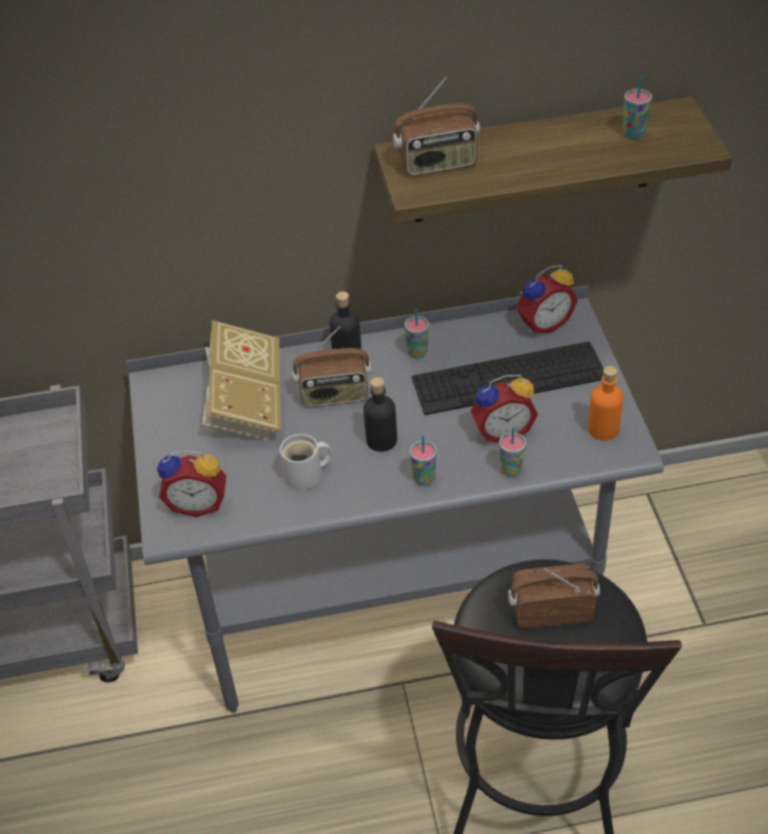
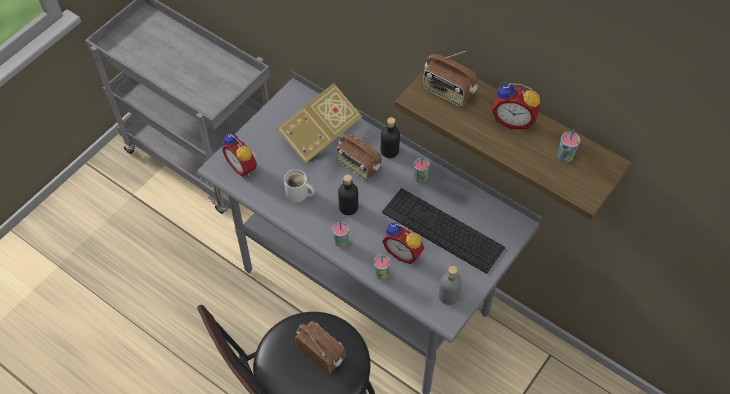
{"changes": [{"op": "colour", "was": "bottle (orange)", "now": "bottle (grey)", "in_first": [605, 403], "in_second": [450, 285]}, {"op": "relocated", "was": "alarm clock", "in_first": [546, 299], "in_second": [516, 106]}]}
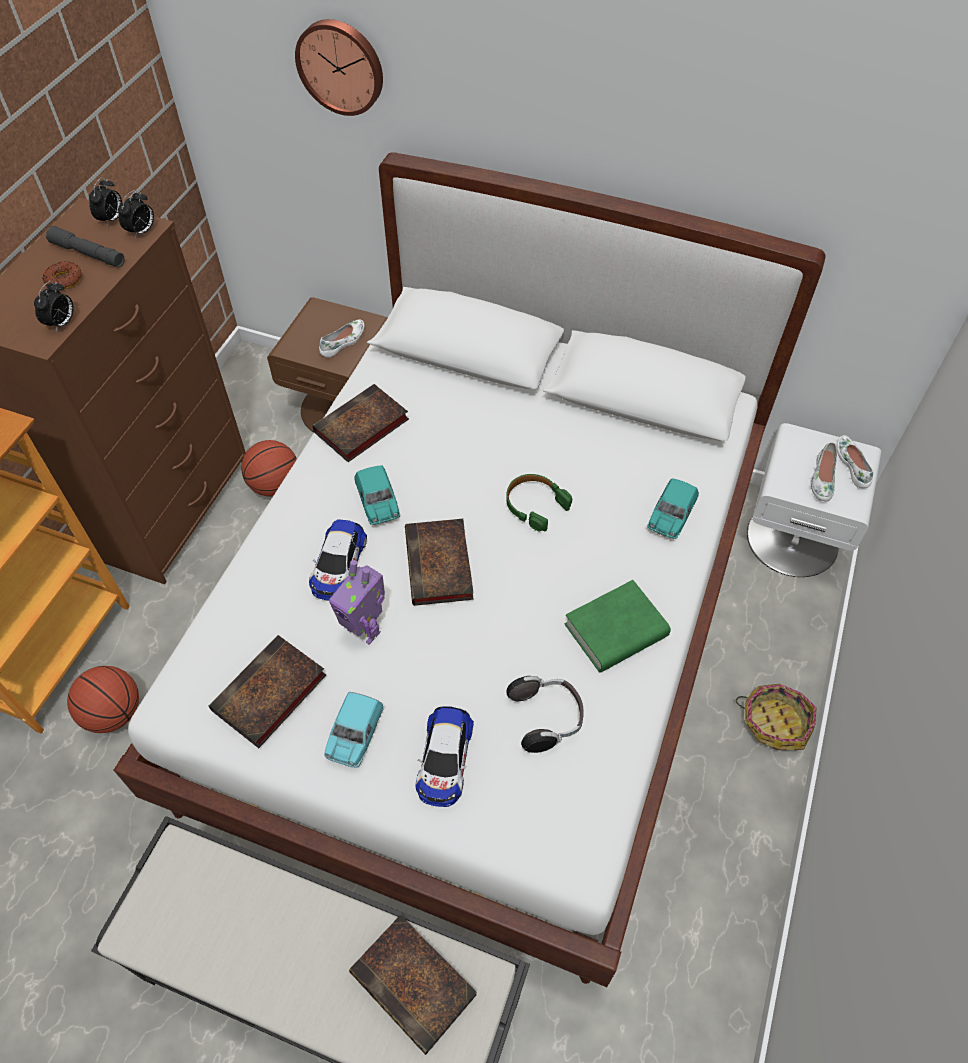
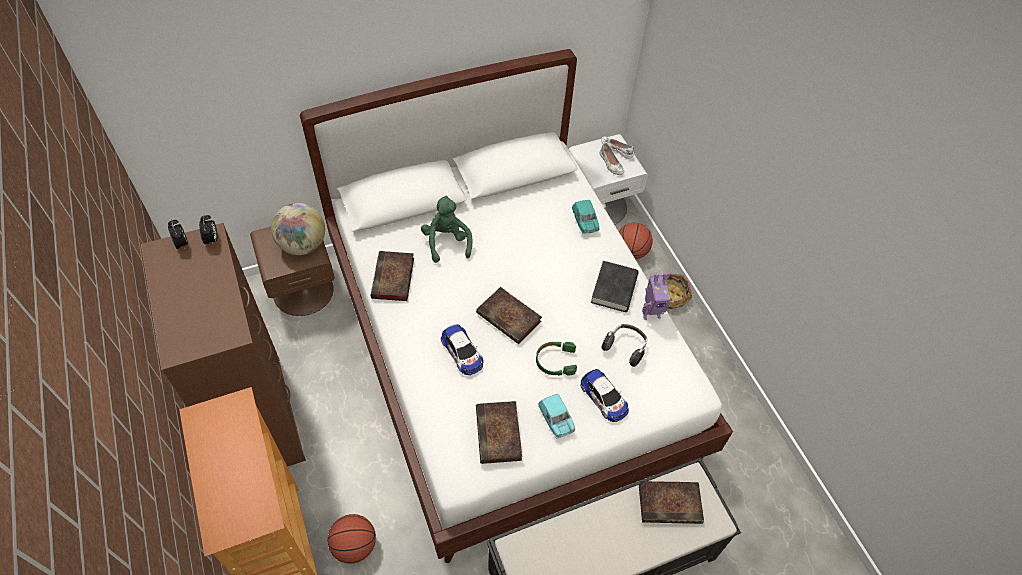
{"changes": [{"op": "exchanged", "was": "shoe (white)", "now": "globe", "in_first": [342, 338], "in_second": [298, 229]}, {"op": "appeared", "now": "plush toy (green)", "in_second": [447, 229]}, {"op": "relocated", "was": "headphones (green)", "in_first": [539, 502], "in_second": [556, 359]}, {"op": "colour", "was": "book (green)", "now": "book (black)", "in_first": [618, 626], "in_second": [615, 286]}, {"op": "relocated", "was": "basketball", "in_first": [269, 468], "in_second": [636, 241]}, {"op": "relocated", "was": "toy robot", "in_first": [357, 602], "in_second": [656, 296]}, {"op": "missing", "was": "alarm clock", "in_first": [54, 306]}, {"op": "missing", "was": "donut", "in_first": [62, 275]}, {"op": "missing", "was": "flashlight (grey)", "in_first": [85, 246]}, {"op": "missing", "was": "wall clock", "in_first": [339, 67]}, {"op": "missing", "was": "toy car (turquoise)", "in_first": [377, 495]}]}
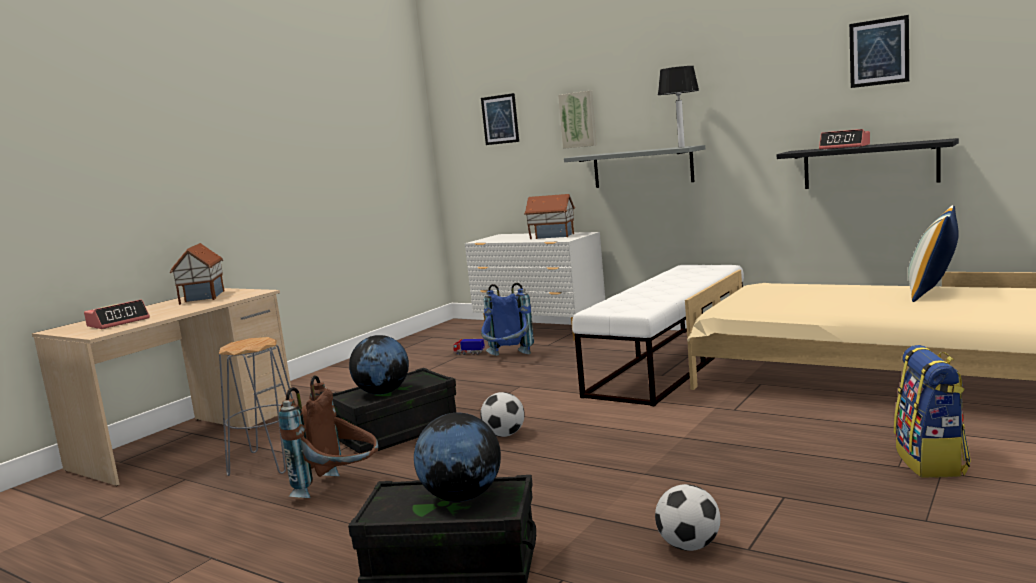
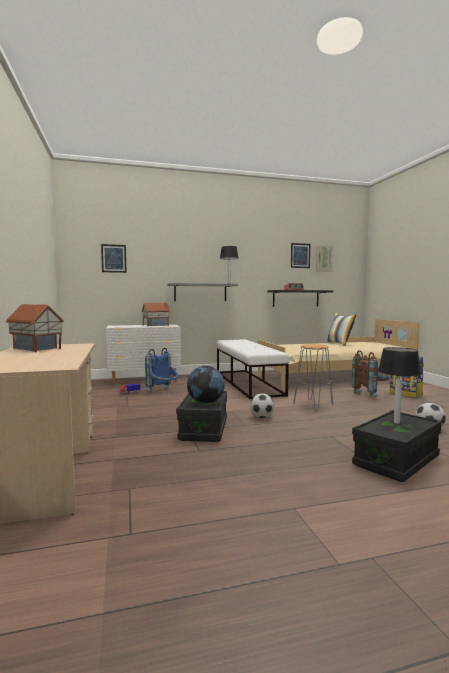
{"changes": [{"op": "relocated", "was": "stool (grey)", "in_first": [256, 406], "in_second": [313, 377]}, {"op": "relocated", "was": "picture", "in_first": [577, 120], "in_second": [324, 258]}, {"op": "relocated", "was": "backpack (brown)", "in_first": [329, 436], "in_second": [370, 373]}, {"op": "exchanged", "was": "globe", "now": "table lamp", "in_first": [457, 457], "in_second": [399, 385]}, {"op": "missing", "was": "alarm clock", "in_first": [117, 314]}]}
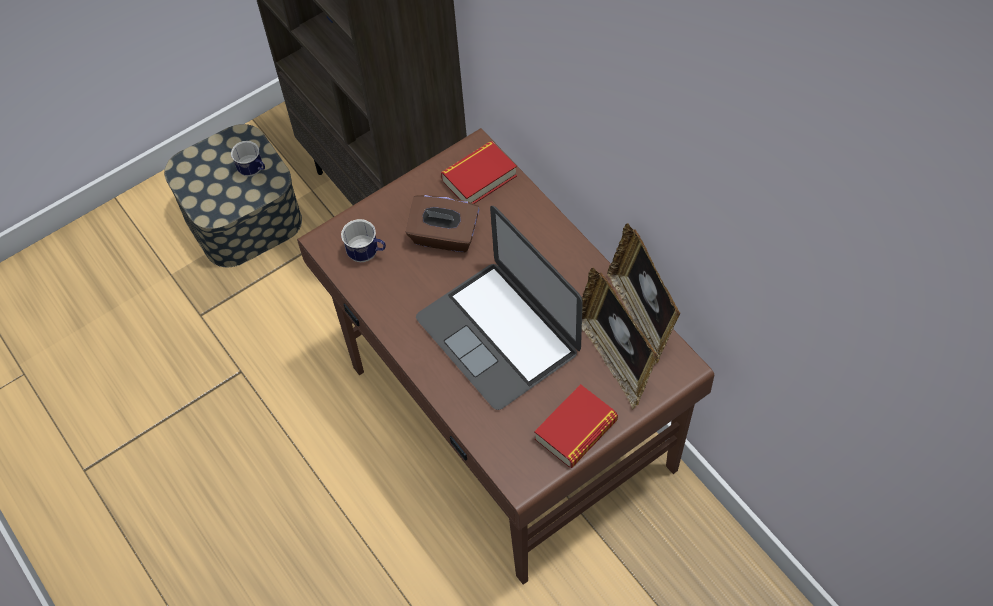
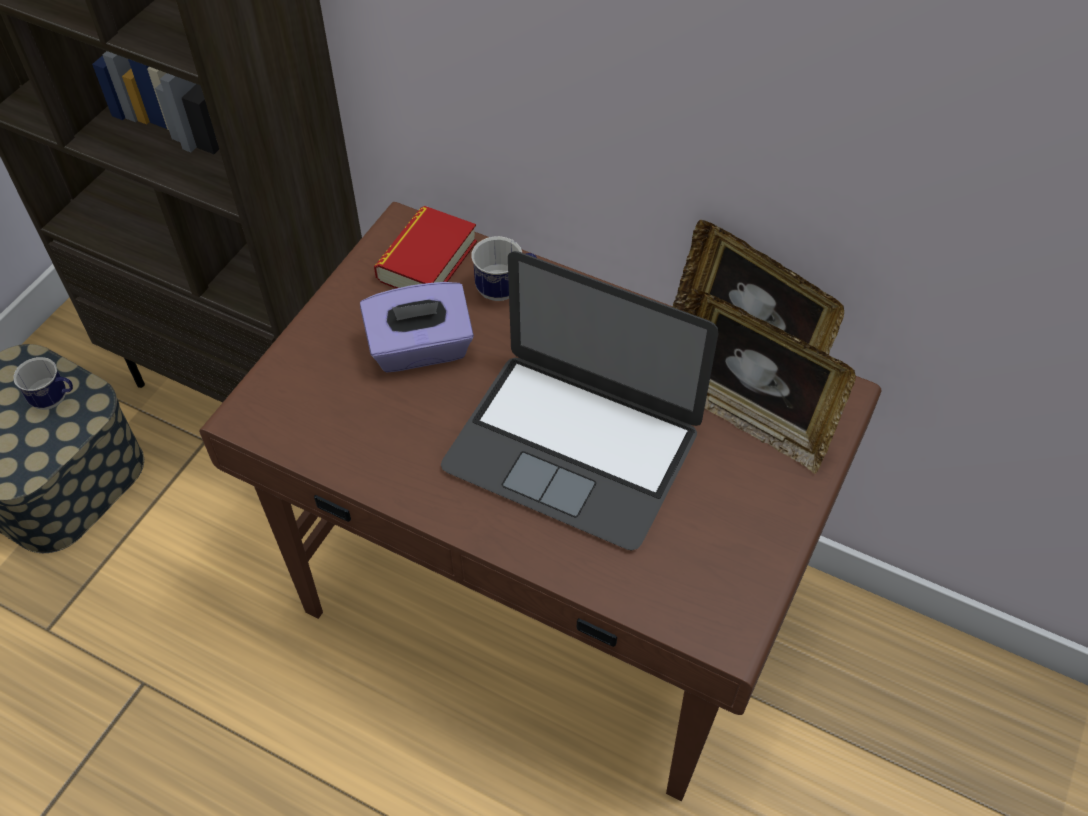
{"changes": [{"op": "colour", "was": "tissue box (brown)", "now": "tissue box (purple)", "in_first": [443, 223], "in_second": [417, 327]}, {"op": "relocated", "was": "mug", "in_first": [363, 240], "in_second": [504, 268]}, {"op": "missing", "was": "book", "in_first": [576, 426]}]}
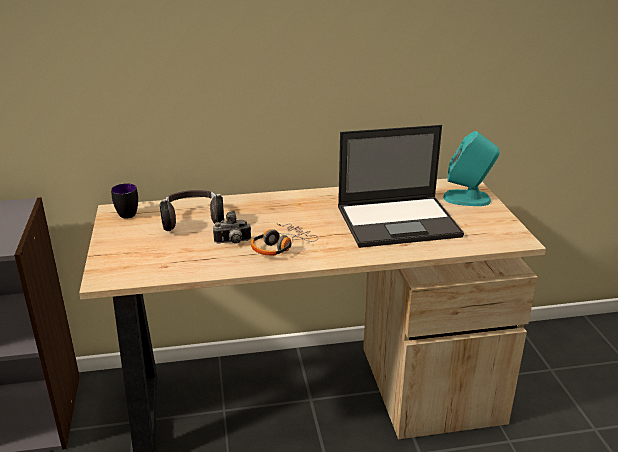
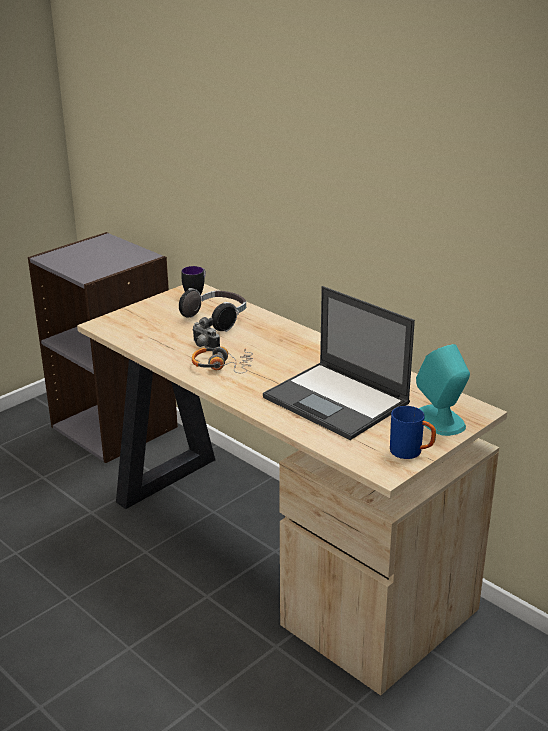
{"changes": [{"op": "appeared", "now": "mug (blue)", "in_second": [413, 432]}]}
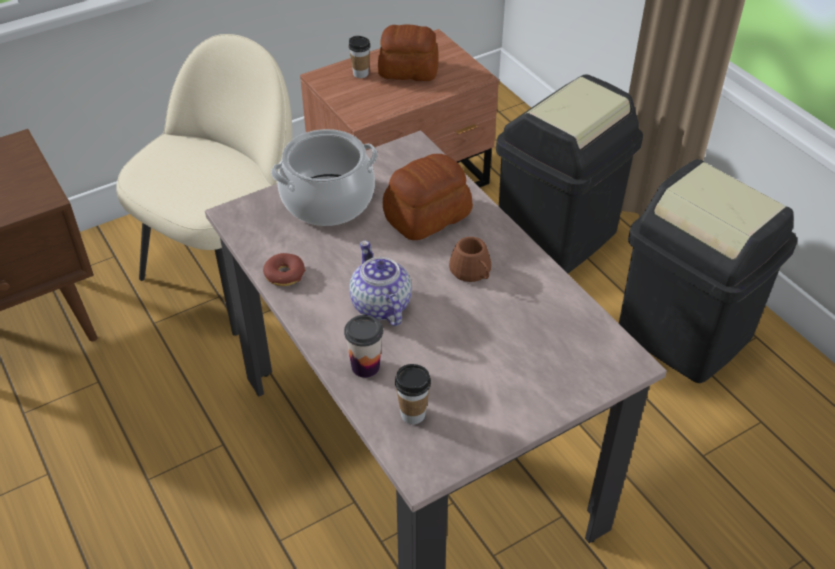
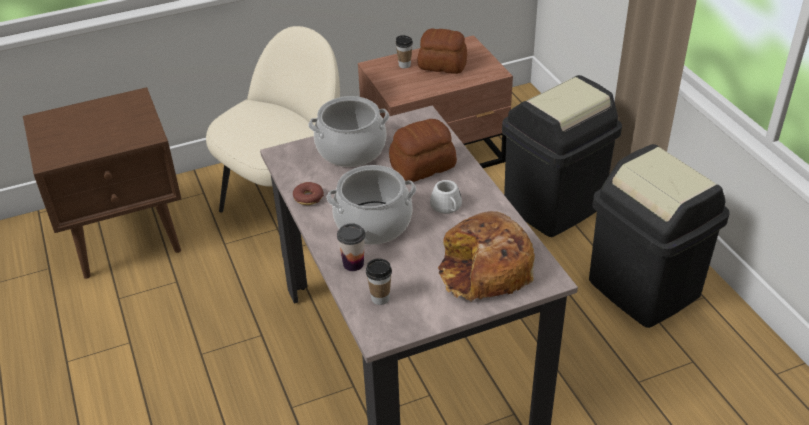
{"changes": [{"op": "exchanged", "was": "teapot", "now": "cooking pot", "in_first": [380, 283], "in_second": [371, 205]}, {"op": "colour", "was": "mug (brown)", "now": "mug (white)", "in_first": [470, 259], "in_second": [446, 197]}, {"op": "appeared", "now": "bread", "in_second": [486, 256]}]}
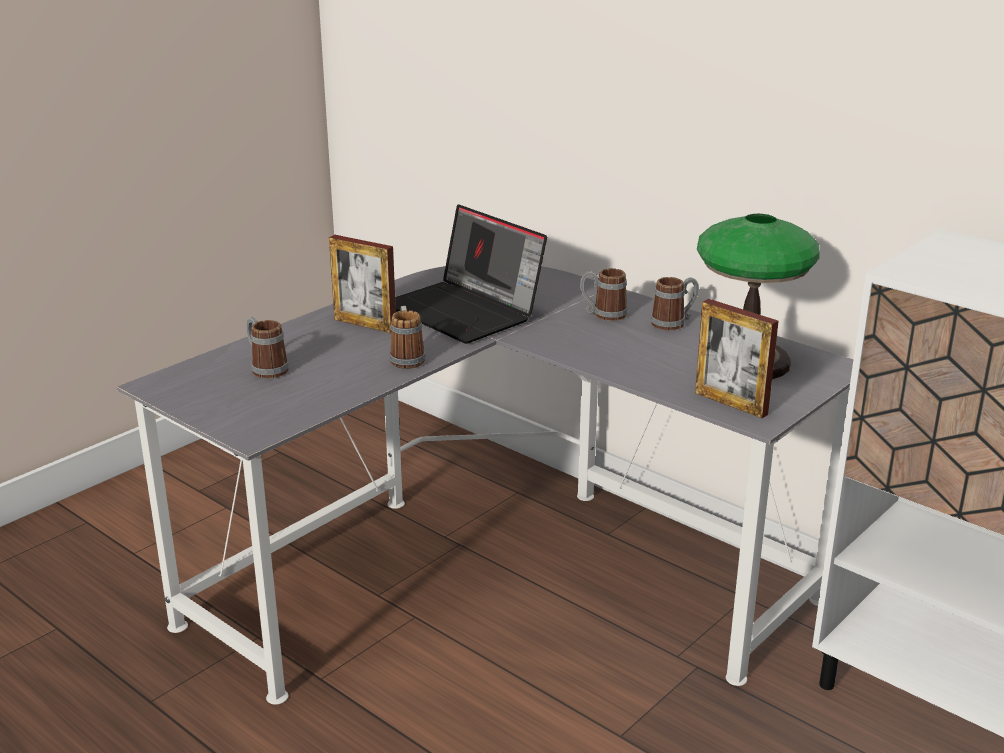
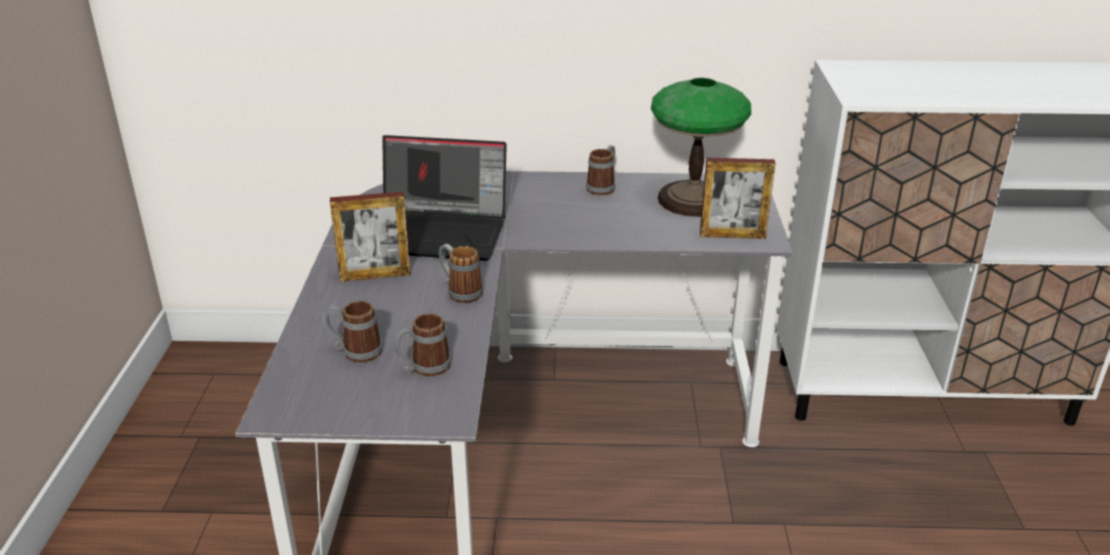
{"changes": [{"op": "relocated", "was": "mug", "in_first": [604, 294], "in_second": [422, 344]}]}
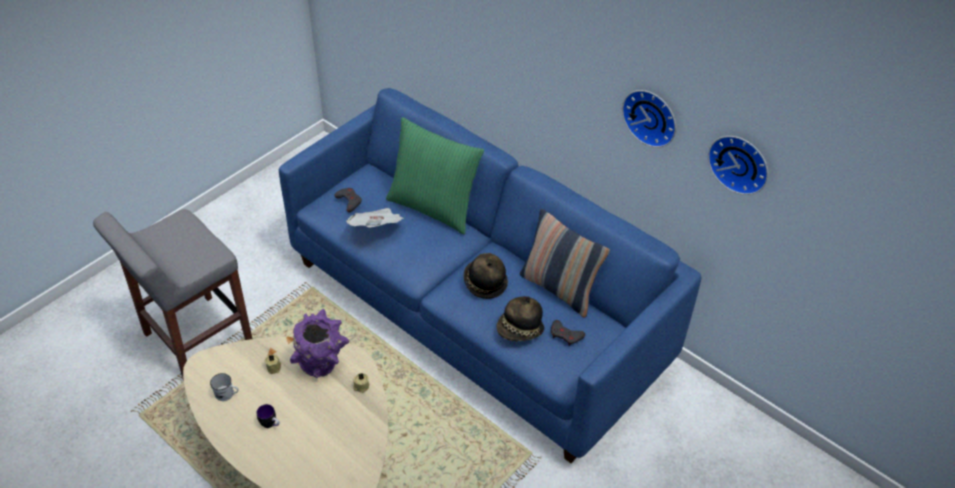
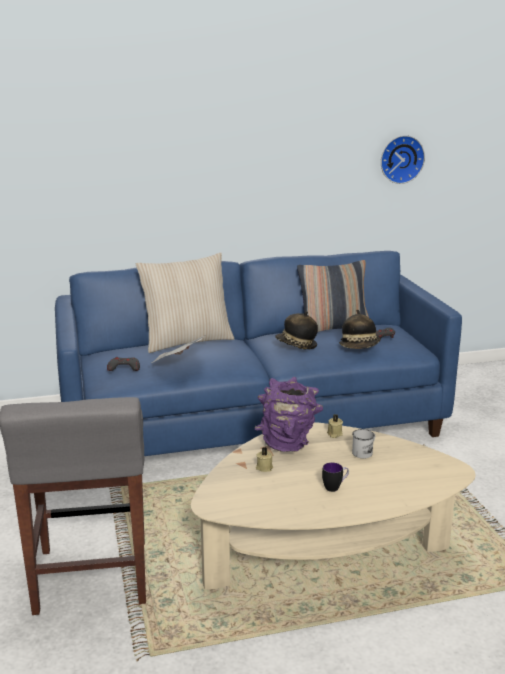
{"changes": [{"op": "colour", "was": "pillow (green)", "now": "pillow (beige)", "in_first": [435, 176], "in_second": [185, 303]}, {"op": "relocated", "was": "mug (white)", "in_first": [224, 387], "in_second": [363, 444]}, {"op": "missing", "was": "wall clock", "in_first": [649, 119]}]}
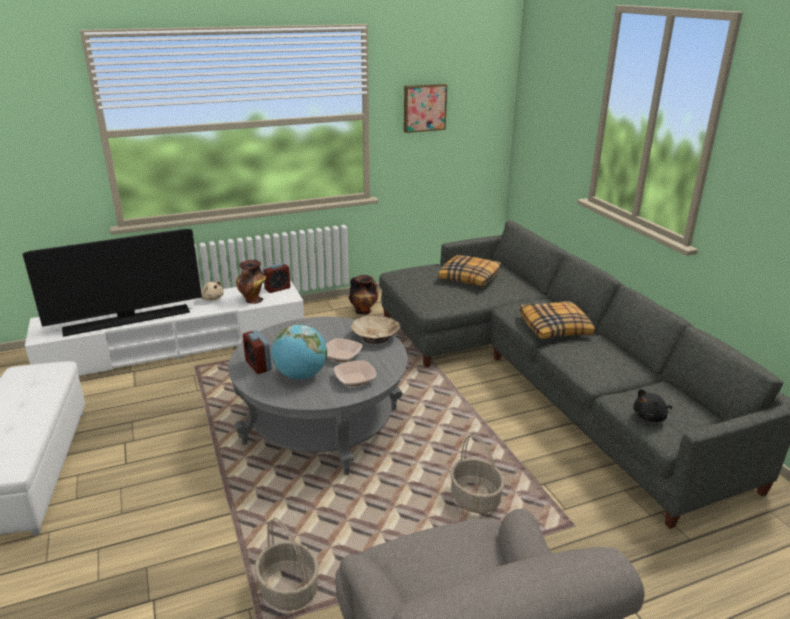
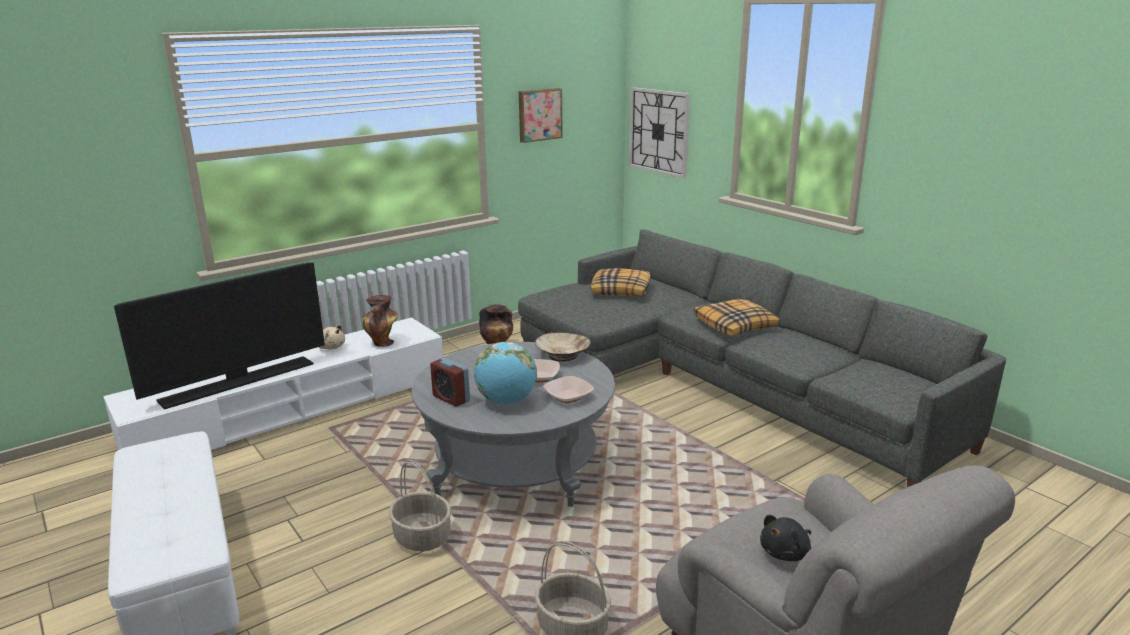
{"changes": [{"op": "relocated", "was": "basket", "in_first": [477, 474], "in_second": [420, 506]}, {"op": "appeared", "now": "wall clock", "in_second": [659, 132]}, {"op": "relocated", "was": "plush toy (black)", "in_first": [652, 405], "in_second": [785, 538]}, {"op": "missing", "was": "alarm clock", "in_first": [277, 278]}]}
